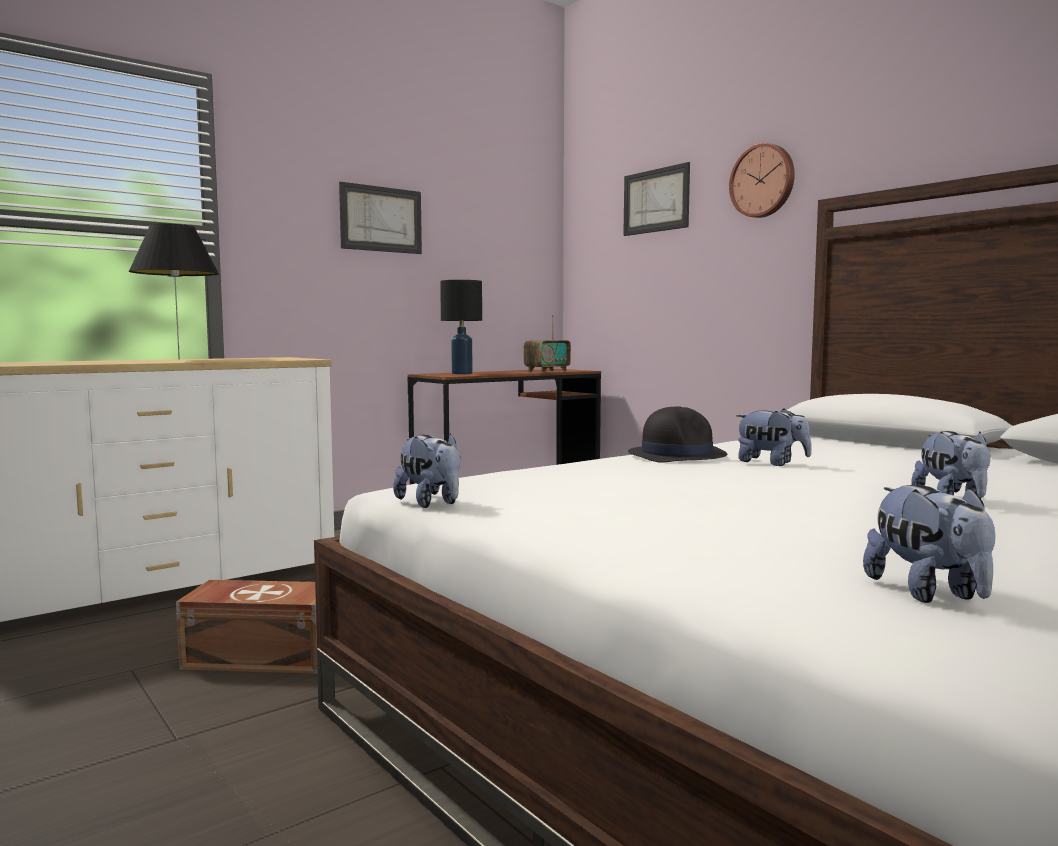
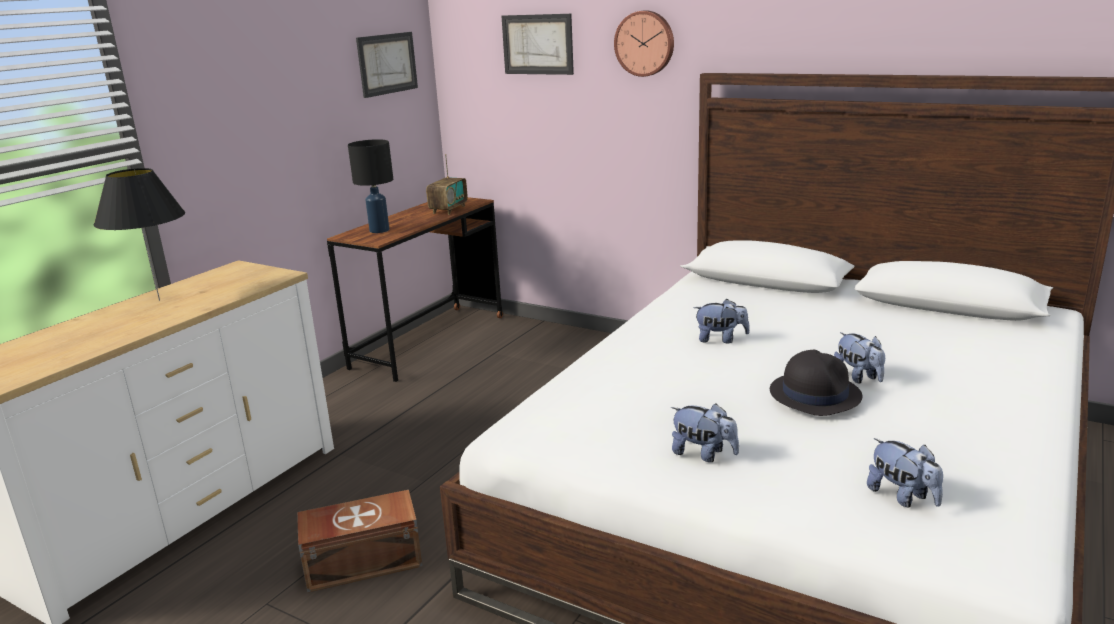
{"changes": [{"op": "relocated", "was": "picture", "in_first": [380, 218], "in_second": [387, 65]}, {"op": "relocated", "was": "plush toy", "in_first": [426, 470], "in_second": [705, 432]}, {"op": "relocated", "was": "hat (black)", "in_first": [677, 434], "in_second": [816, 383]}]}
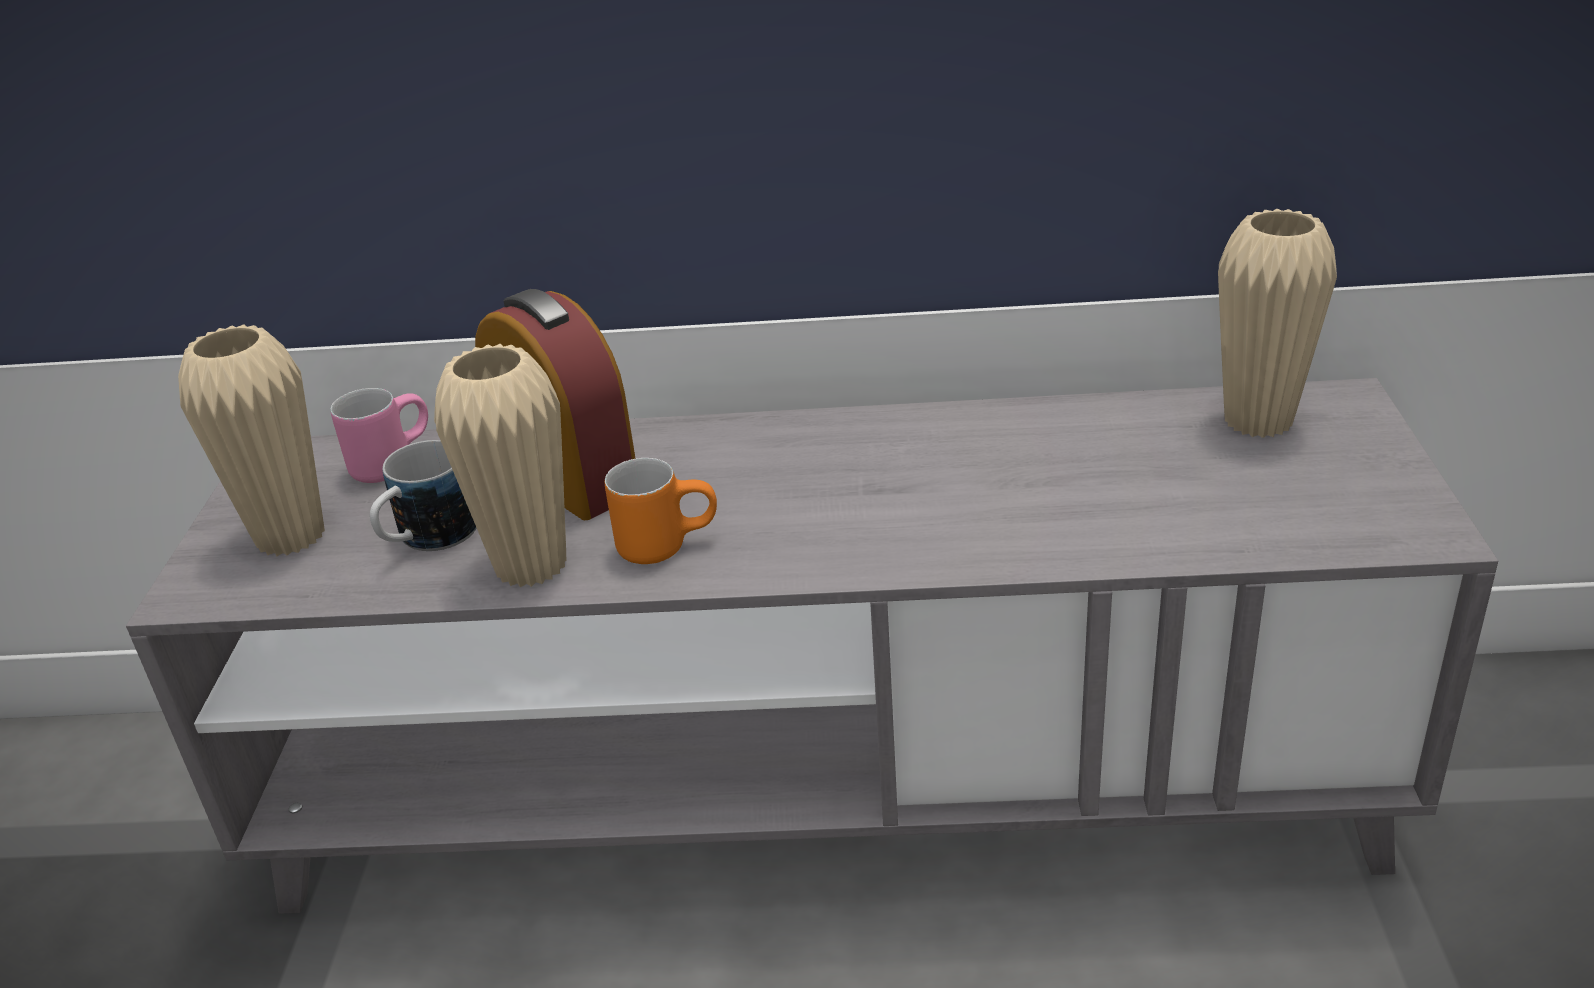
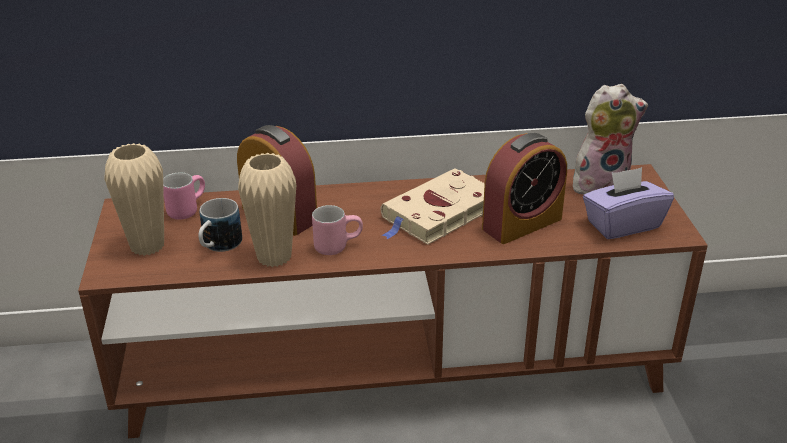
{"changes": [{"op": "colour", "was": "tv stand (grey)", "now": "tv stand (brown)", "in_first": [812, 646], "in_second": [393, 301]}, {"op": "colour", "was": "mug (orange)", "now": "mug (pink)", "in_first": [661, 511], "in_second": [337, 230]}, {"op": "appeared", "now": "book (beige)", "in_second": [433, 206]}, {"op": "appeared", "now": "alarm clock", "in_second": [524, 188]}, {"op": "exchanged", "was": "vase (beige)", "now": "plush toy", "in_first": [1277, 323], "in_second": [610, 139]}, {"op": "appeared", "now": "tissue box (purple)", "in_second": [628, 203]}]}
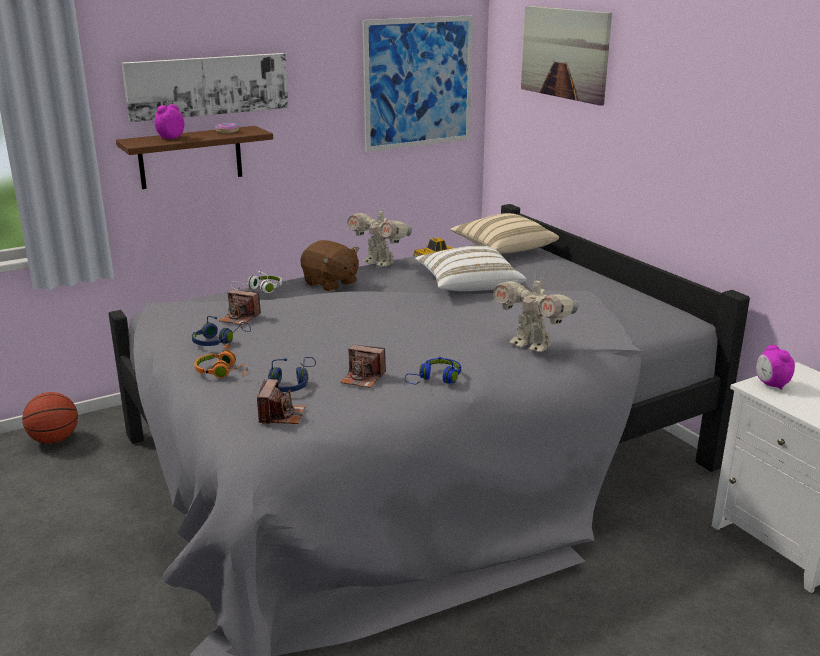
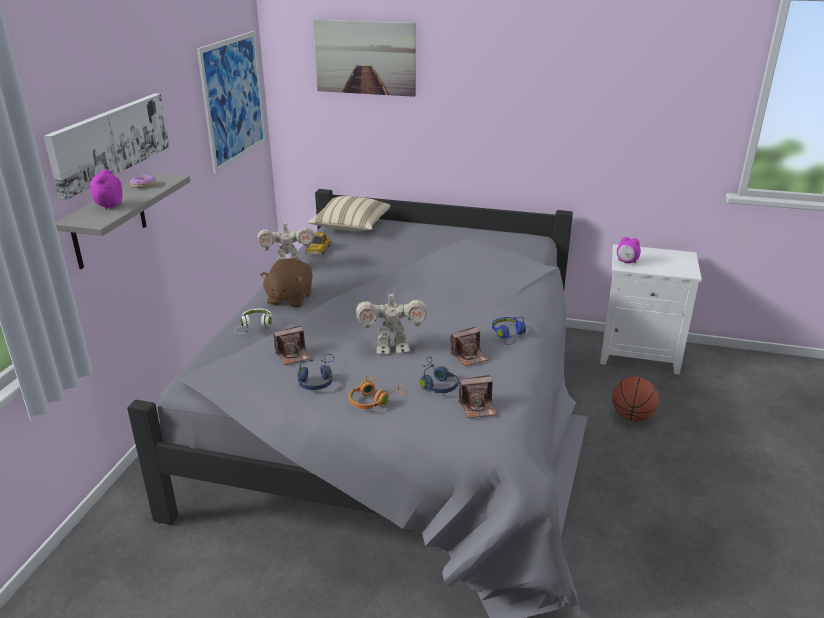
{"changes": [{"op": "colour", "was": "shelf (brown)", "now": "shelf (grey)", "in_first": [194, 157], "in_second": [122, 220]}, {"op": "spun", "was": "plush toy (brown)", "in_first": [329, 266], "in_second": [286, 283], "clockwise": 105}, {"op": "relocated", "was": "toy robot", "in_first": [535, 312], "in_second": [391, 322]}, {"op": "spun", "was": "photo camera", "in_first": [281, 401], "in_second": [477, 396], "clockwise": 120}, {"op": "relocated", "was": "basketball", "in_first": [50, 418], "in_second": [635, 399]}, {"op": "missing", "was": "pillow (white)", "in_first": [470, 268]}]}
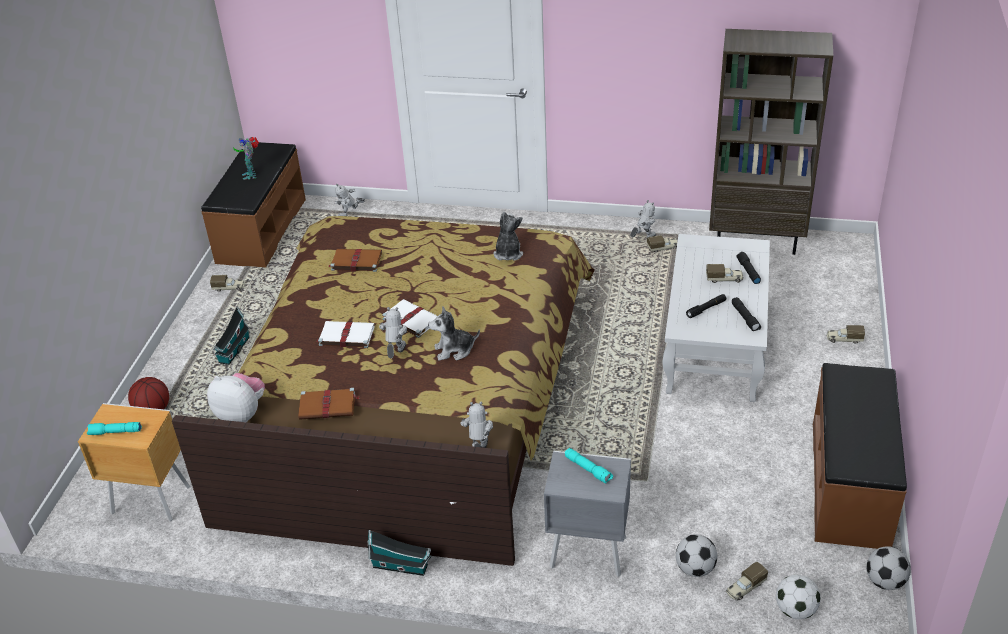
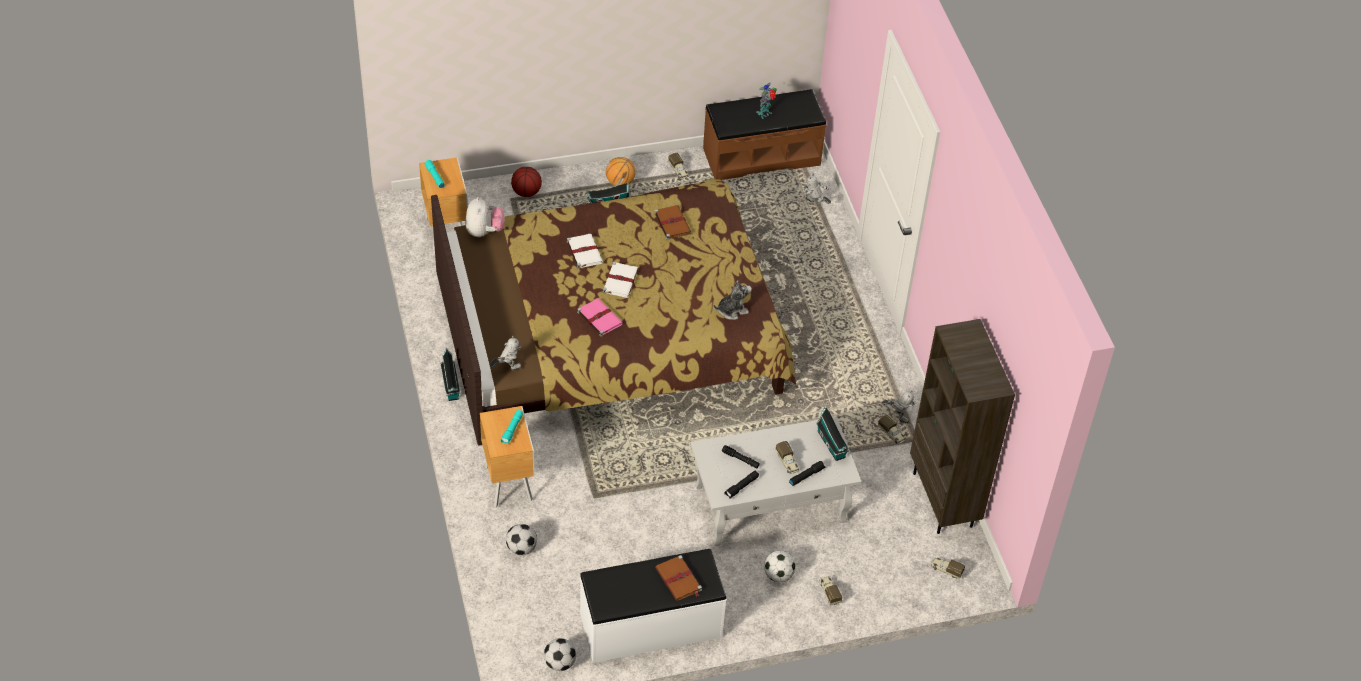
{"changes": [{"op": "colour", "was": "nightstand (grey)", "now": "nightstand (brown)", "in_first": [587, 514], "in_second": [507, 456]}, {"op": "exchanged", "was": "plush toy", "now": "book (pink)", "in_first": [454, 333], "in_second": [600, 317]}, {"op": "colour", "was": "bench (brown)", "now": "bench (white)", "in_first": [860, 456], "in_second": [653, 606]}, {"op": "appeared", "now": "basketball", "in_second": [621, 171]}, {"op": "relocated", "was": "book (brown)", "in_first": [329, 404], "in_second": [678, 578]}, {"op": "relocated", "was": "football", "in_first": [798, 597], "in_second": [780, 566]}, {"op": "appeared", "now": "toy house", "in_second": [832, 433]}, {"op": "relocated", "was": "toy truck", "in_first": [747, 581], "in_second": [948, 568]}, {"op": "missing", "was": "toy robot", "in_first": [393, 332]}]}
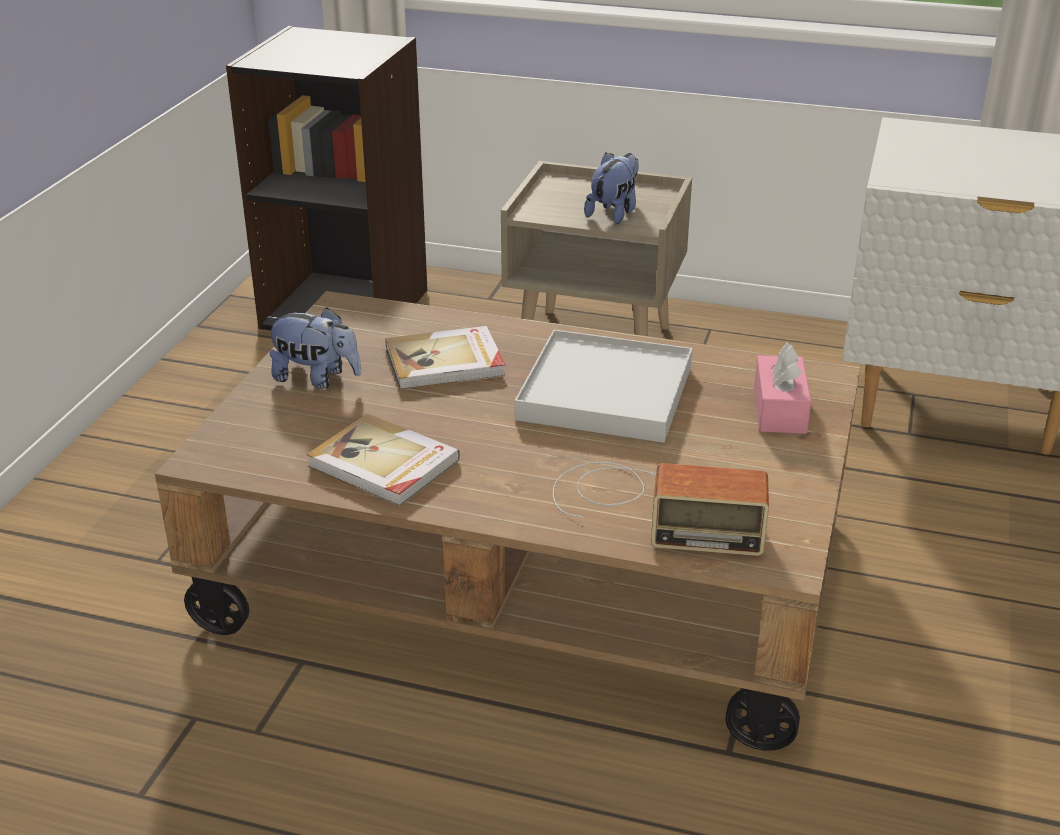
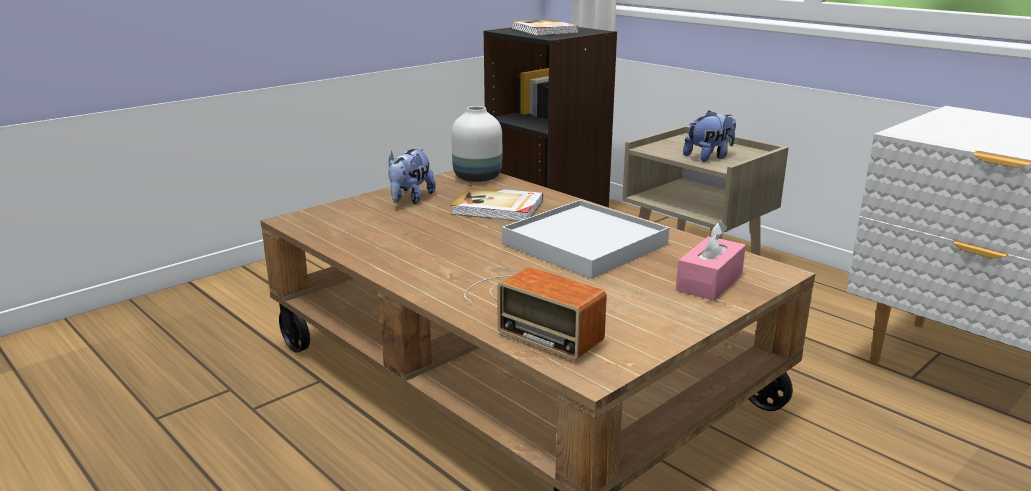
{"changes": [{"op": "spun", "was": "plush toy", "in_first": [313, 348], "in_second": [412, 176], "clockwise": 60}, {"op": "appeared", "now": "vase (white)", "in_second": [476, 144]}, {"op": "relocated", "was": "book", "in_first": [383, 460], "in_second": [545, 27]}]}
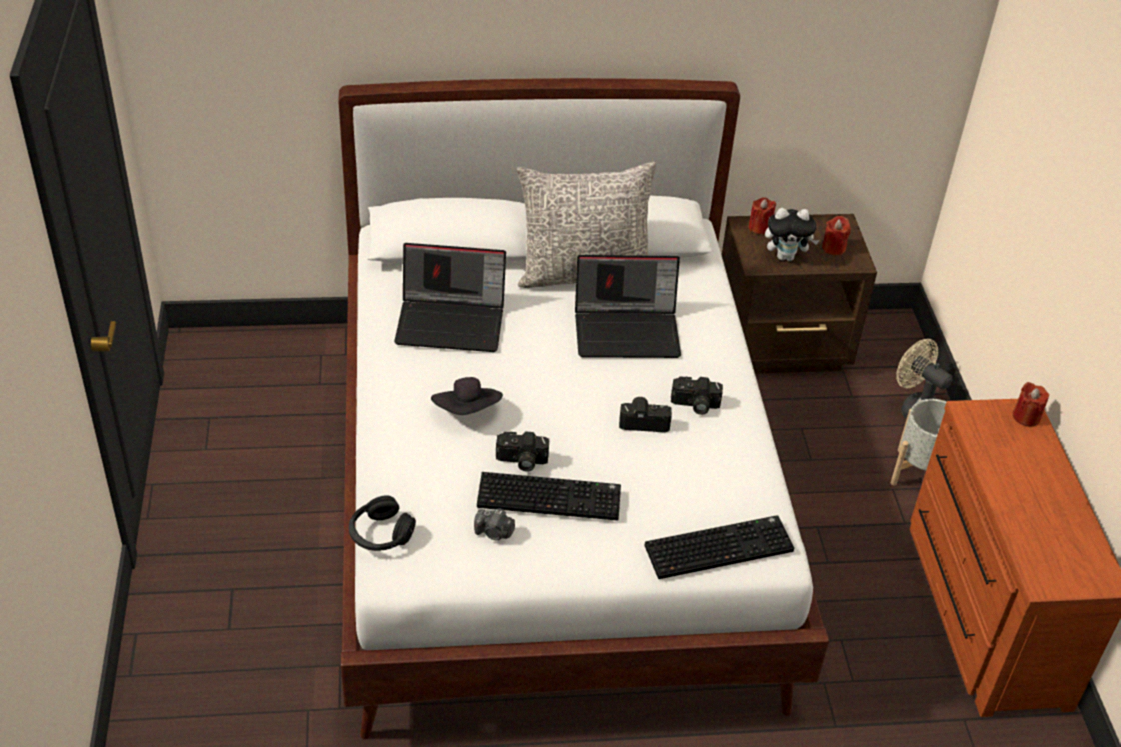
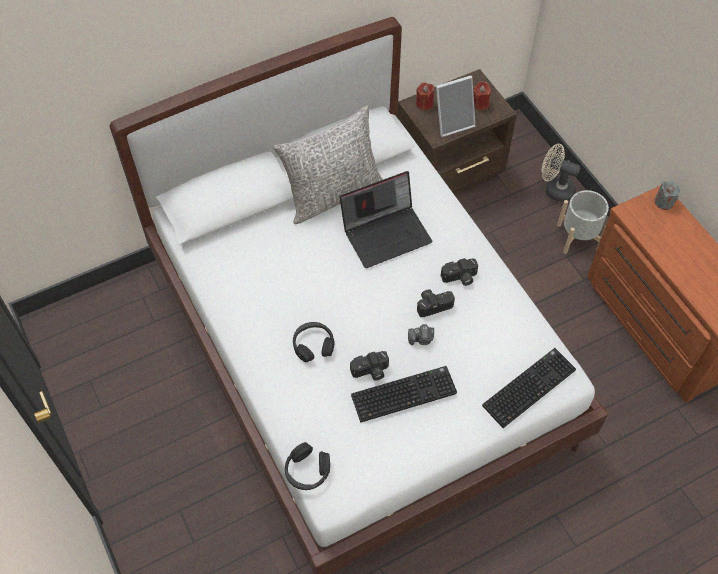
{"changes": [{"op": "exchanged", "was": "hat (black)", "now": "headphones (black)", "in_first": [467, 396], "in_second": [314, 342]}, {"op": "relocated", "was": "photo camera", "in_first": [494, 524], "in_second": [421, 334]}, {"op": "exchanged", "was": "plush toy", "now": "picture frame", "in_first": [792, 234], "in_second": [456, 106]}, {"op": "colour", "was": "candle (red)", "now": "candle (grey)", "in_first": [1031, 404], "in_second": [667, 195]}, {"op": "missing", "was": "laptop", "in_first": [450, 297]}]}
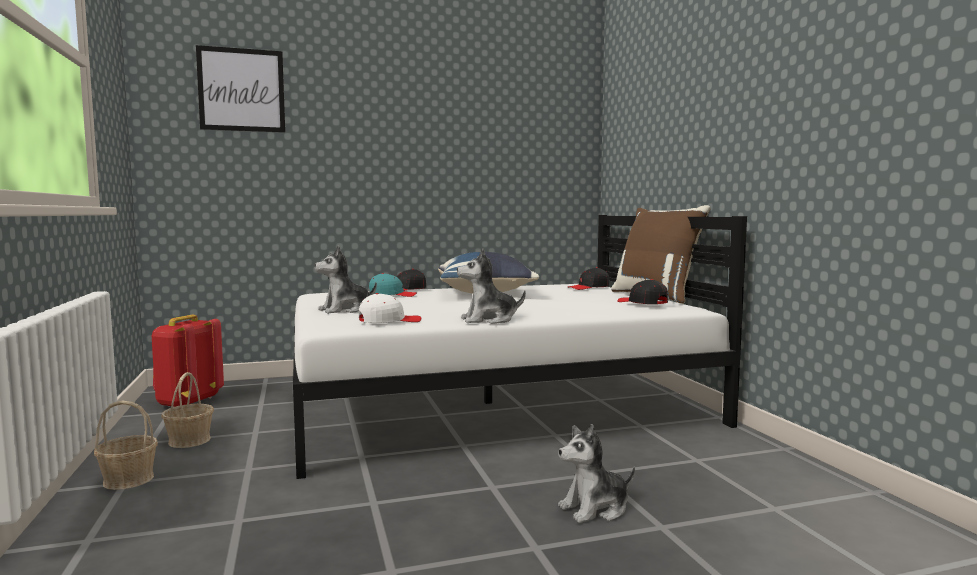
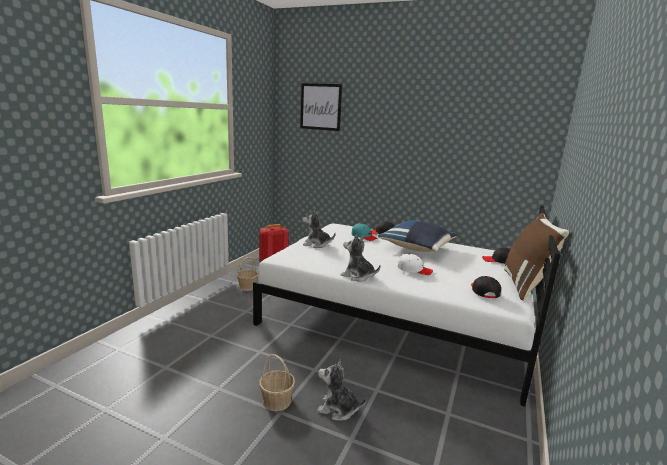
{"changes": [{"op": "relocated", "was": "basket", "in_first": [126, 445], "in_second": [277, 382]}, {"op": "relocated", "was": "cap (white)", "in_first": [390, 308], "in_second": [415, 264]}]}
